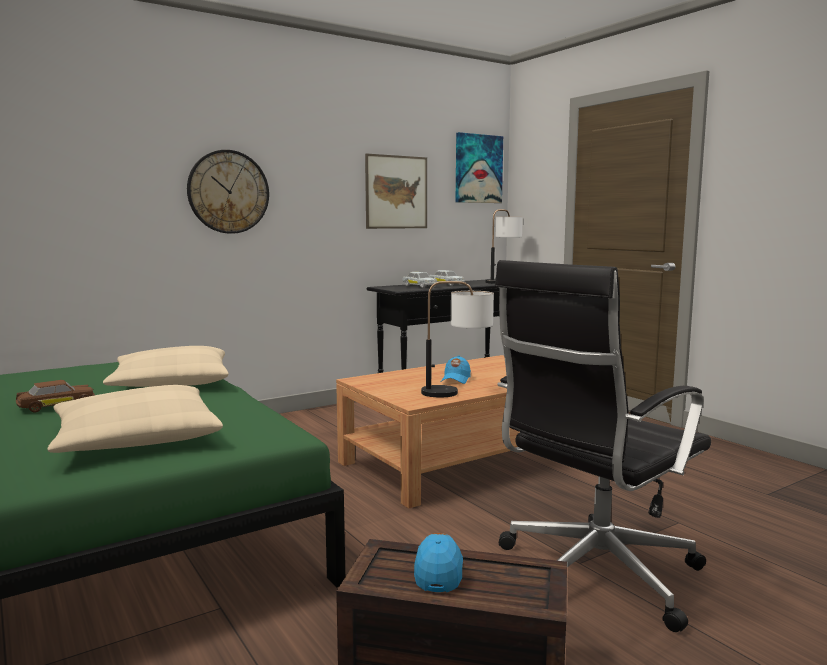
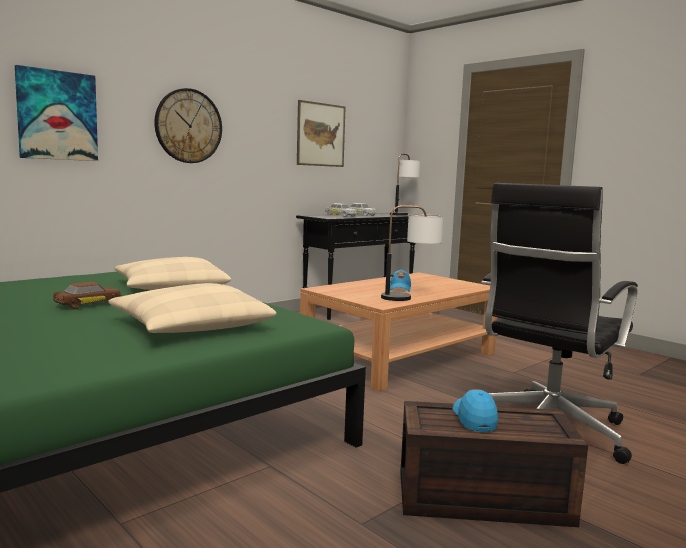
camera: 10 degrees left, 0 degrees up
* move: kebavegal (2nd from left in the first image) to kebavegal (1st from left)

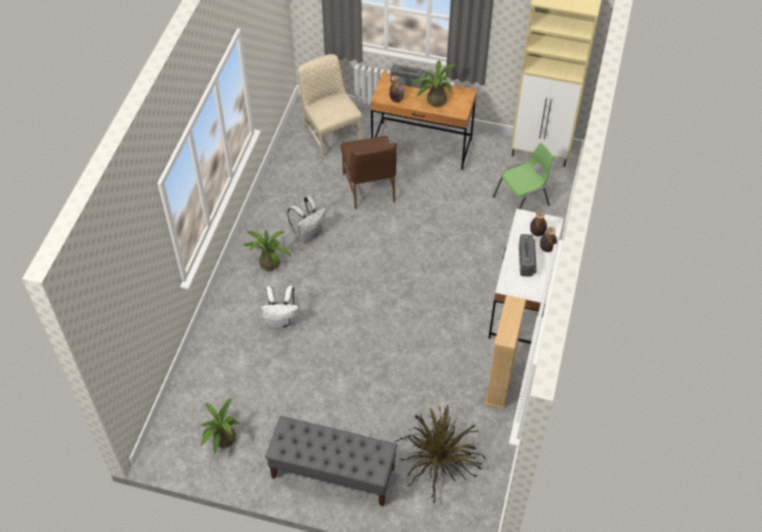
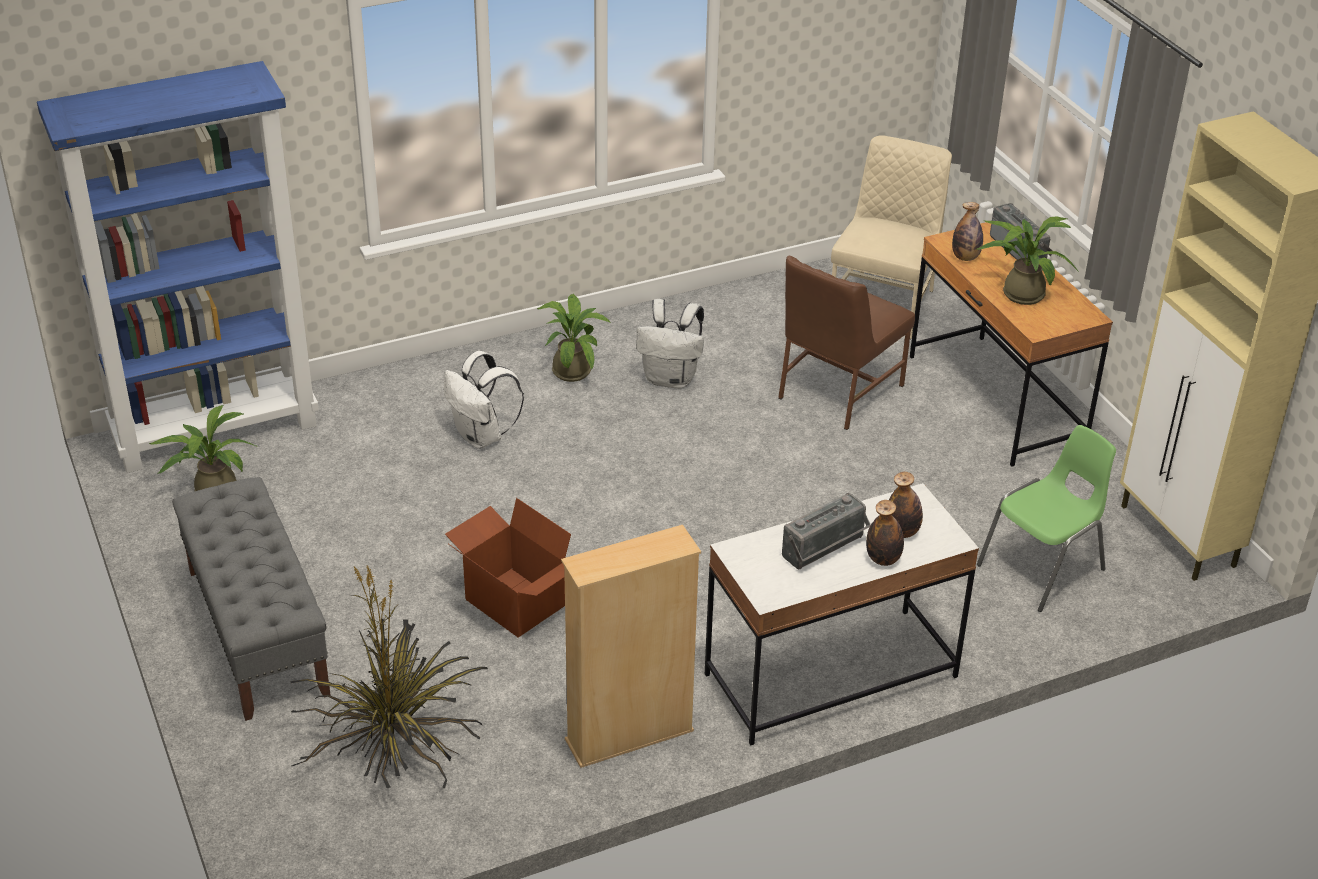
camera: 50 degrees right, 15 degrees down
* insert: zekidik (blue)
* insert: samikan
* rotate: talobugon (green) 60 degrees counterclockwise

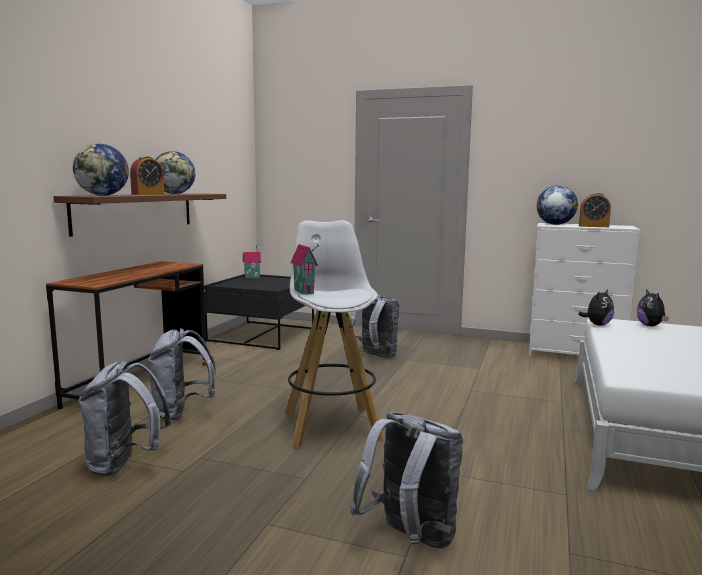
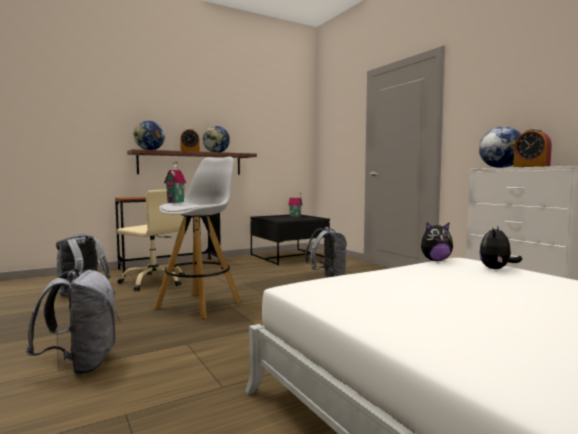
camera: 40 degrees right, 5 degrees down
* replace: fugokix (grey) (2nd from left) to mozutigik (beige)

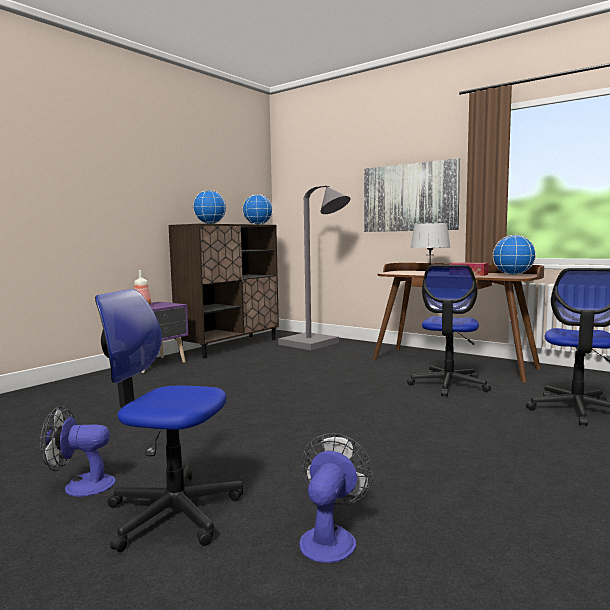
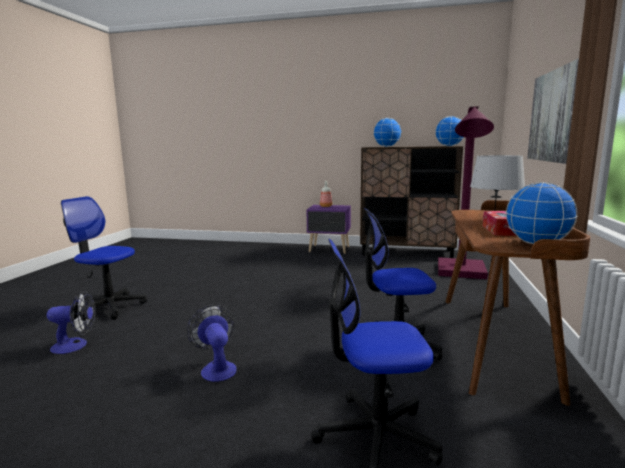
camera: 65 degrees right, 5 degrees up
* rotate: mozutigik (1st from left) 60 degrees counterclockwise
* move: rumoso (1st from left in the first image) to rumoso (2nd from left)
* recolor: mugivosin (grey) to mugivosin (purple)

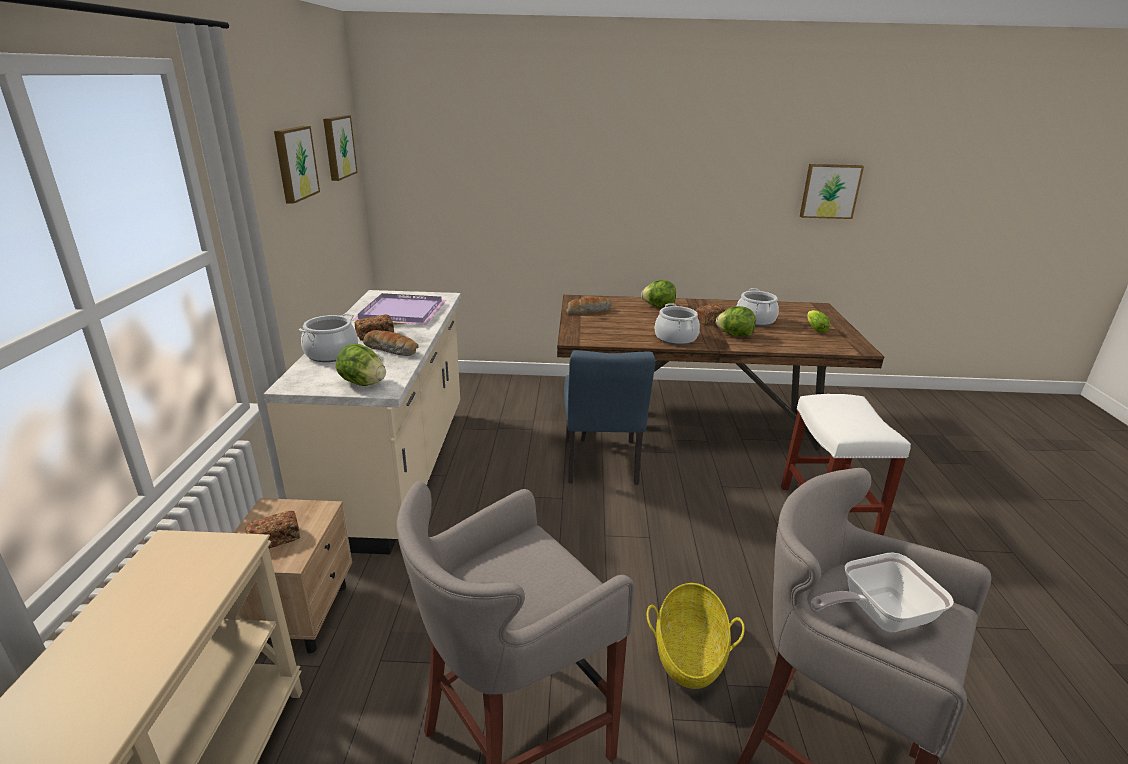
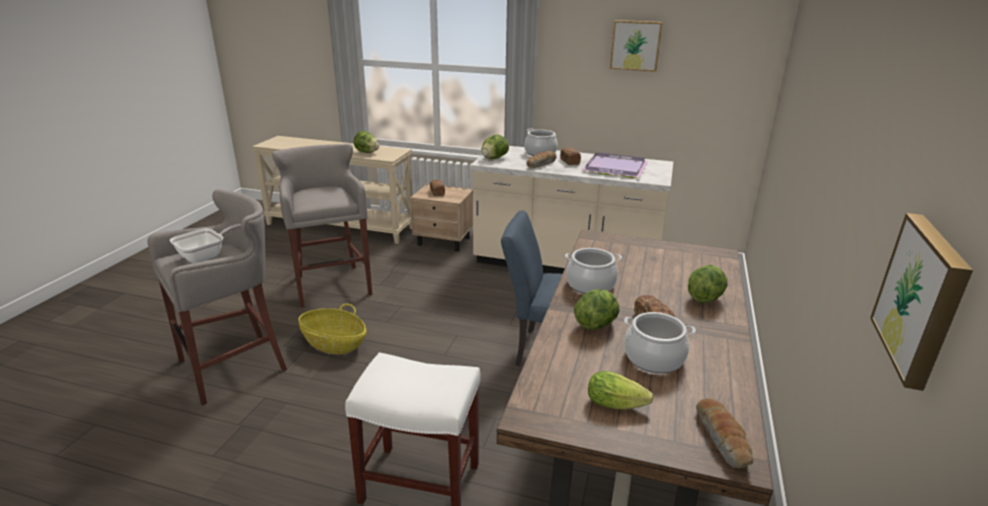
camera: 105 degrees right, 0 degrees up
* rotate: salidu 45 degrees clockwise
* insert: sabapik (1st from left)
* move: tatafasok (4th from left in the first image) to tatafasok (5th from left)
* delete: kebavegal (2nd from left)

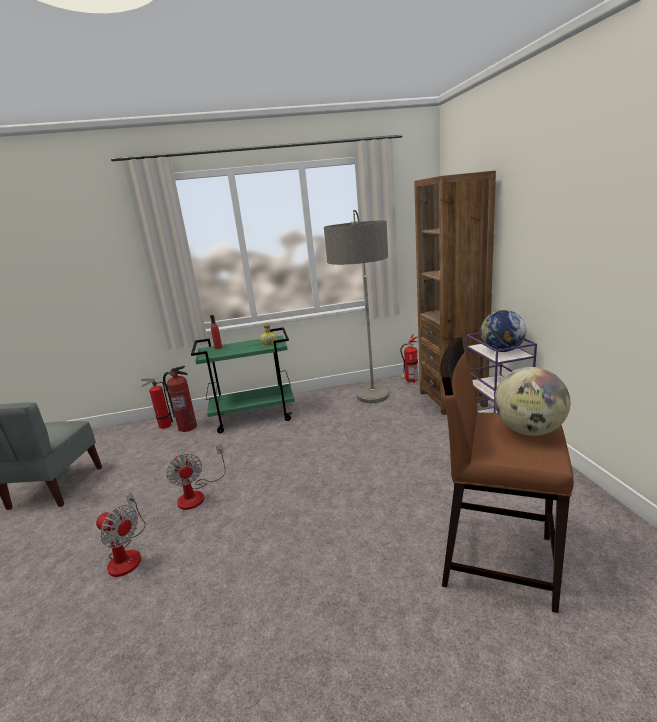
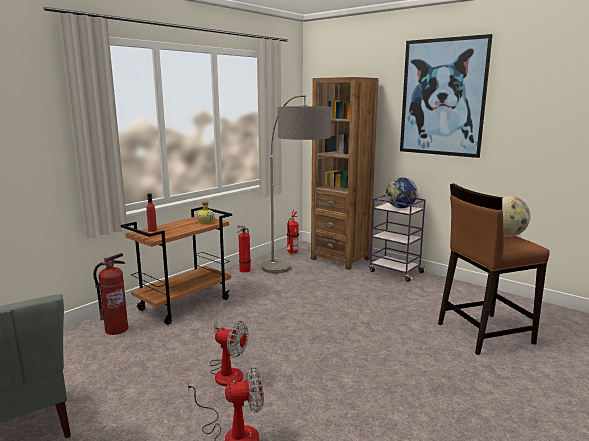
camera: 40 degrees left, 5 degrees down
* recolor: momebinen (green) to momebinen (brown)
* move: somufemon (1st from left in the first image) to somufemon (2nd from left)
* insert: kebavegal

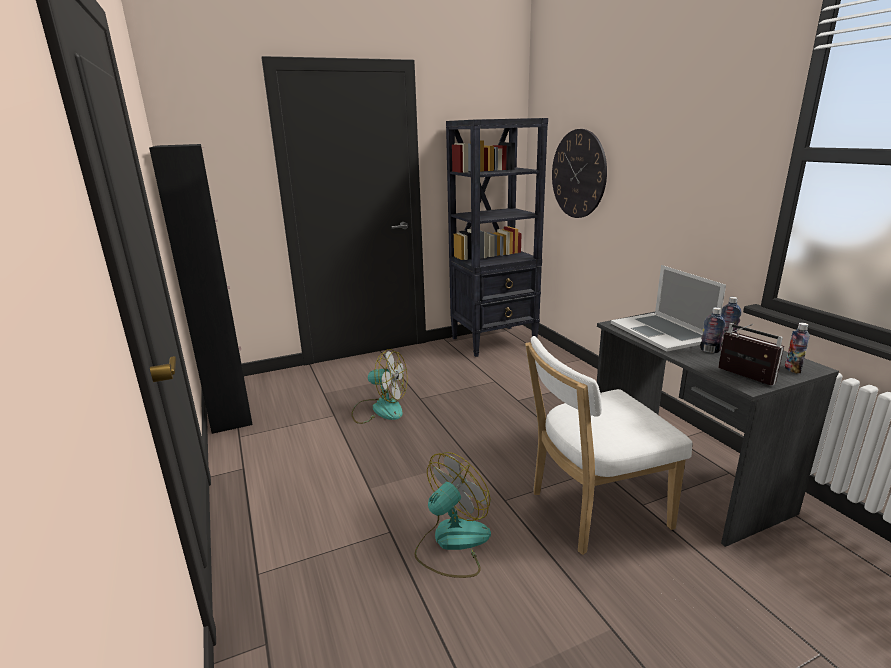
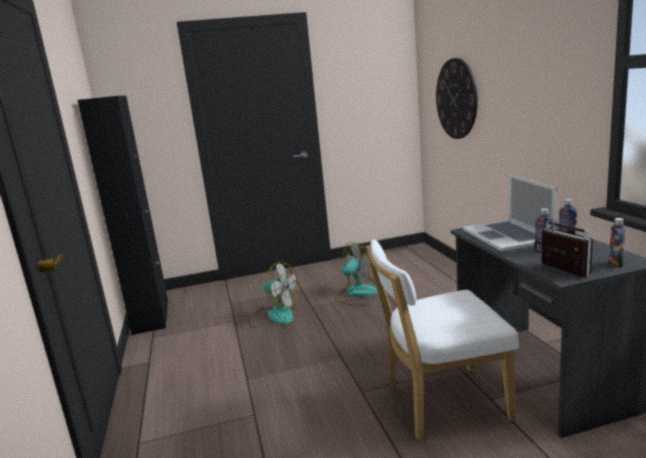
camera: 10 degrees right, 5 degrees down
* move: rumoso (2nd from left)
* delete: zekidik (black)

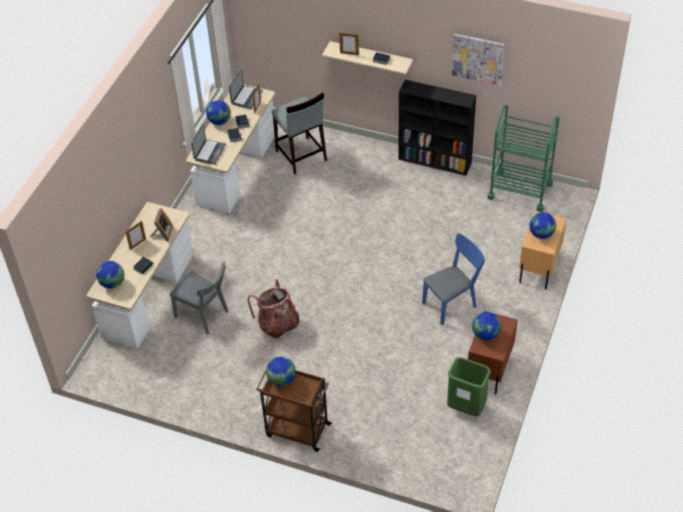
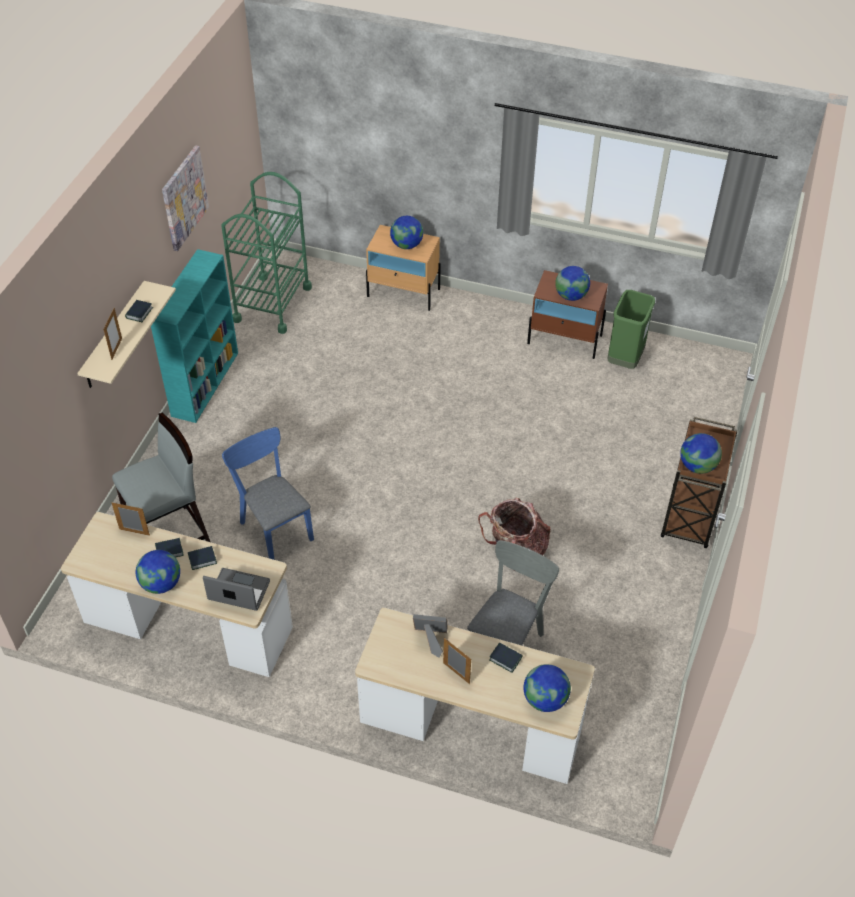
camera: 95 degrees left, 0 degrees up
* recolor: zekidik (black) to zekidik (turquoise)
* move: talobugon (blue)
* delete: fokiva (2nd from left)

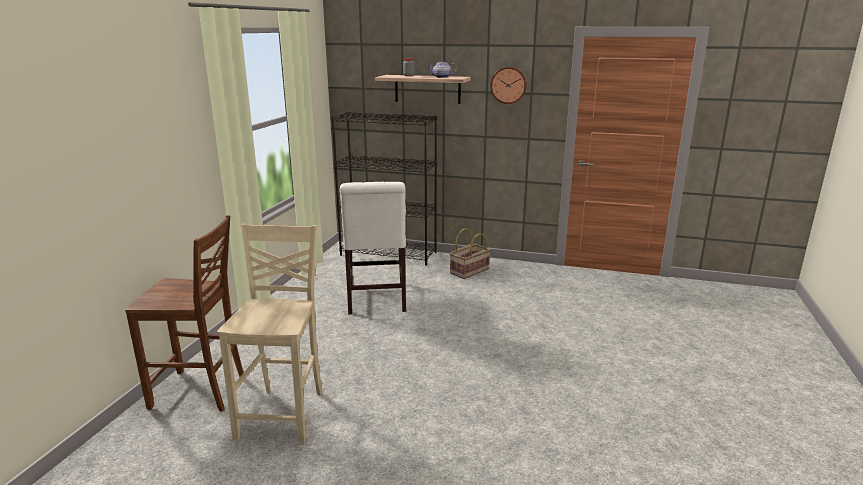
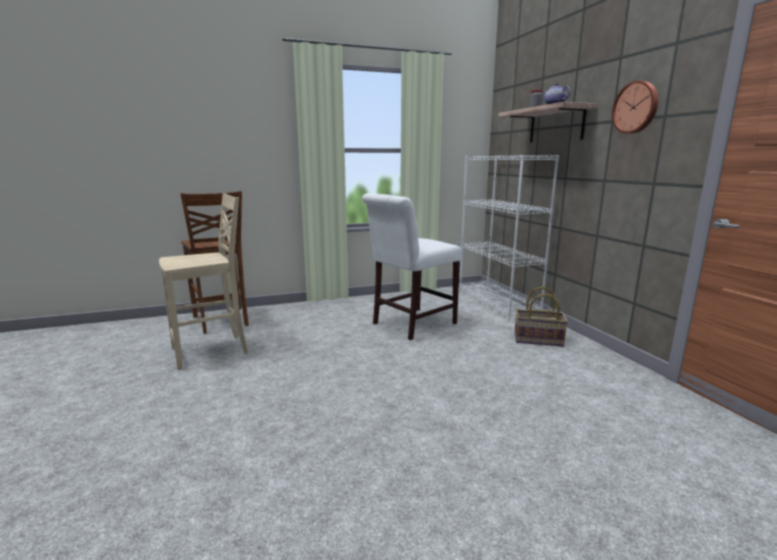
camera: 55 degrees right, 5 degrees down
* recolor: zekidik (black) to zekidik (white)

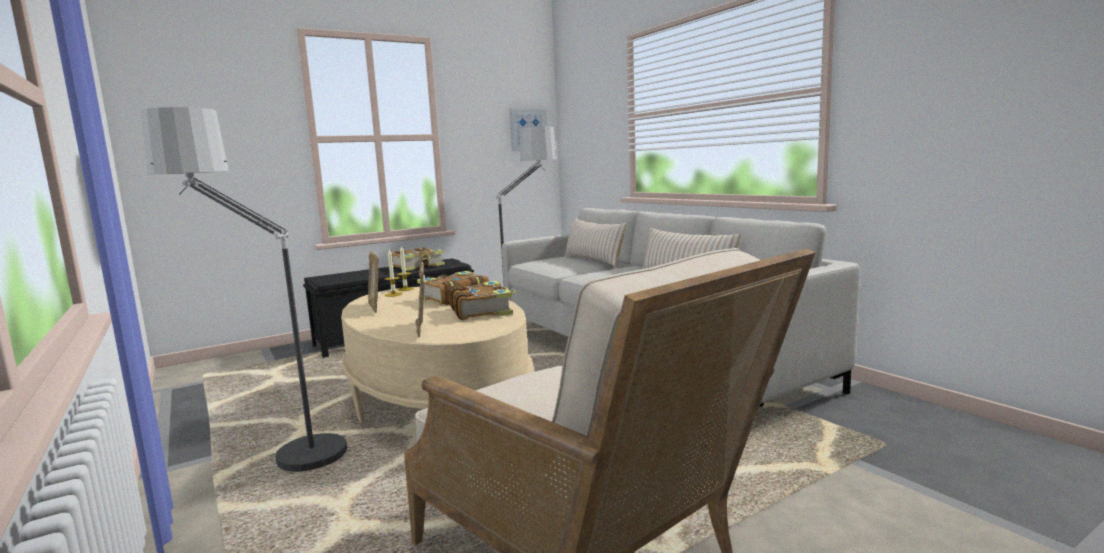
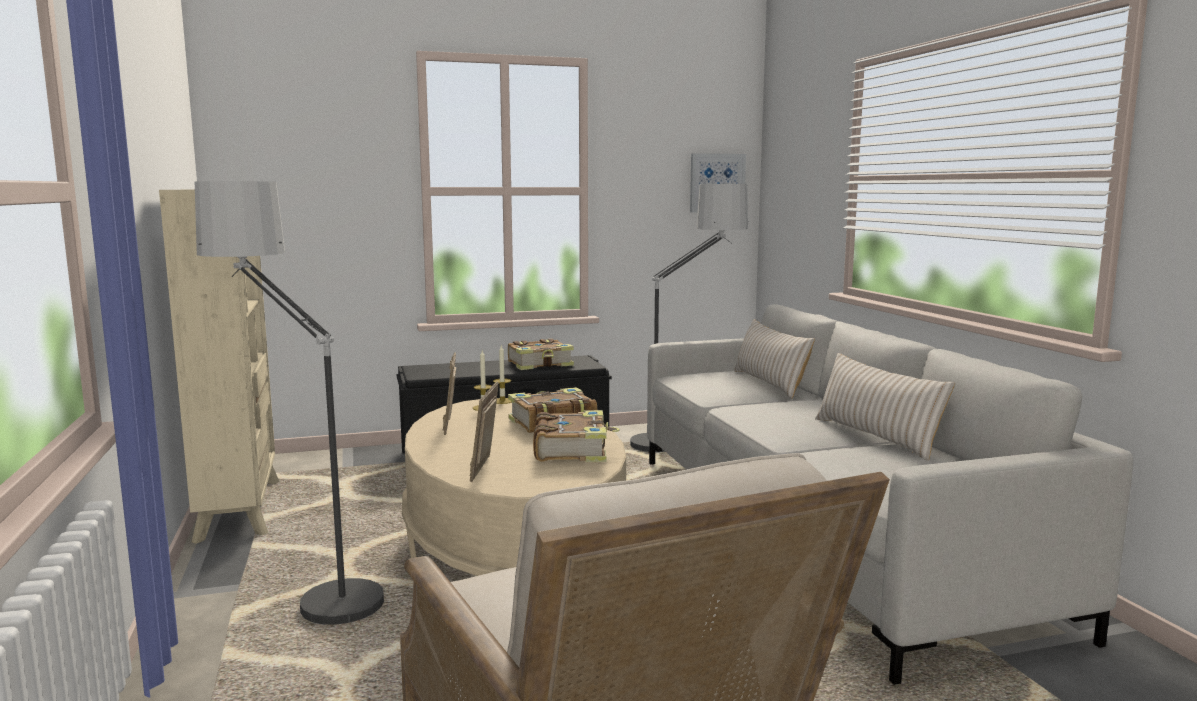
camera: 15 degrees right, 0 degrees up
* insert: zekidik (beige)

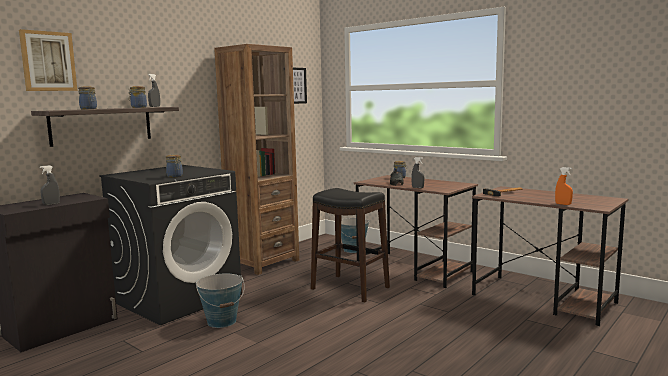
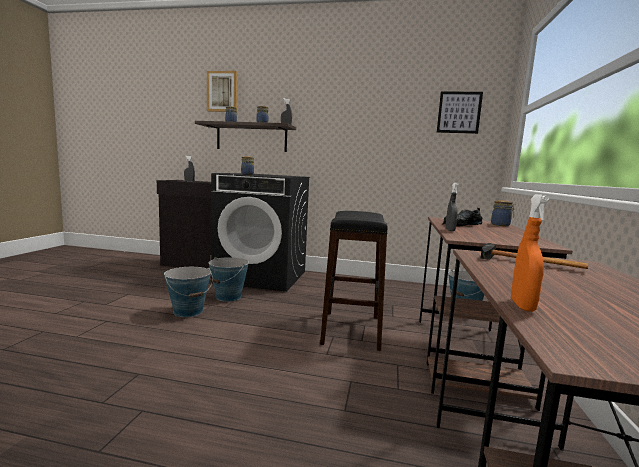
camera: 60 degrees right, 0 degrees up
* insert: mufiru (1st from left)
* delete: zekidik (brown)

